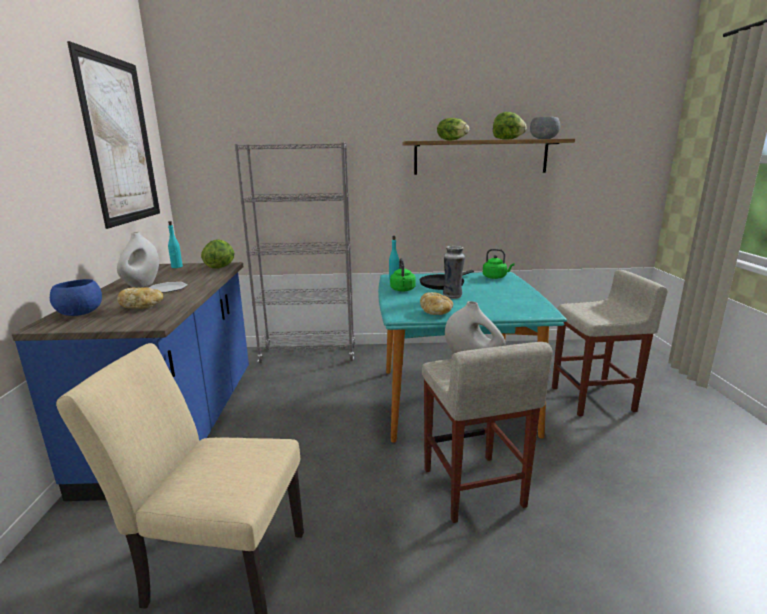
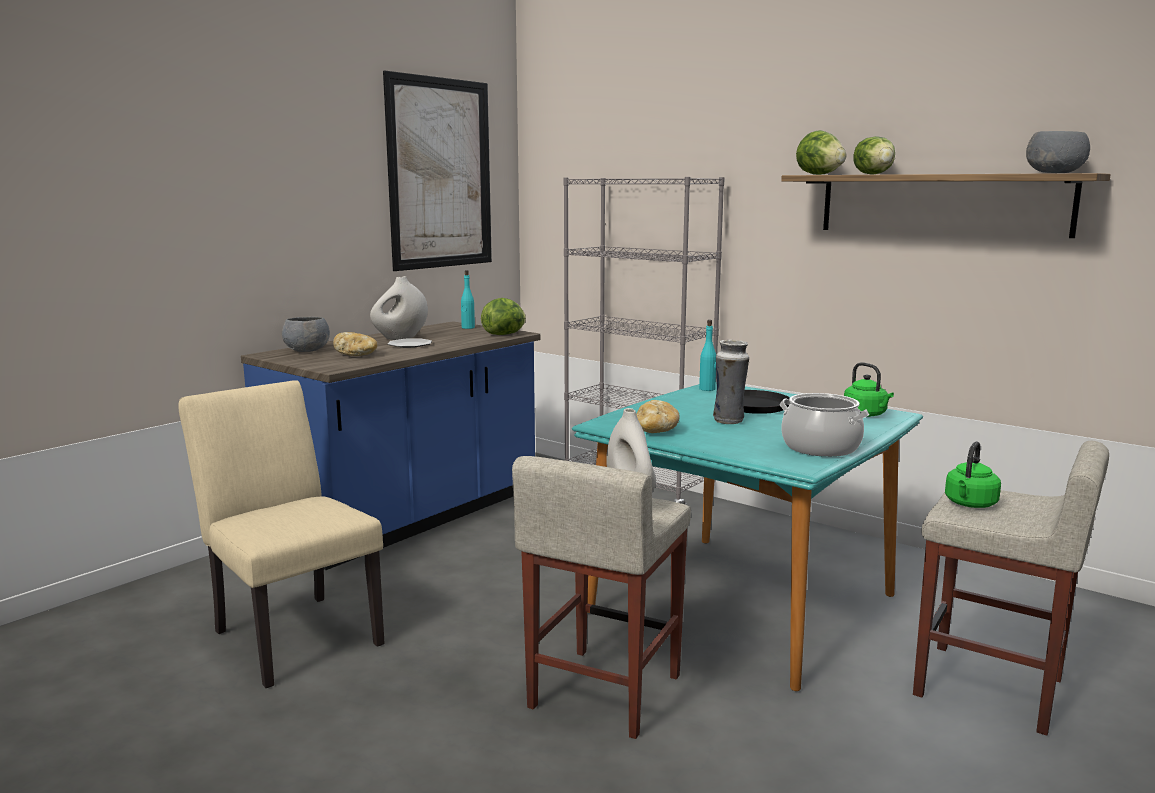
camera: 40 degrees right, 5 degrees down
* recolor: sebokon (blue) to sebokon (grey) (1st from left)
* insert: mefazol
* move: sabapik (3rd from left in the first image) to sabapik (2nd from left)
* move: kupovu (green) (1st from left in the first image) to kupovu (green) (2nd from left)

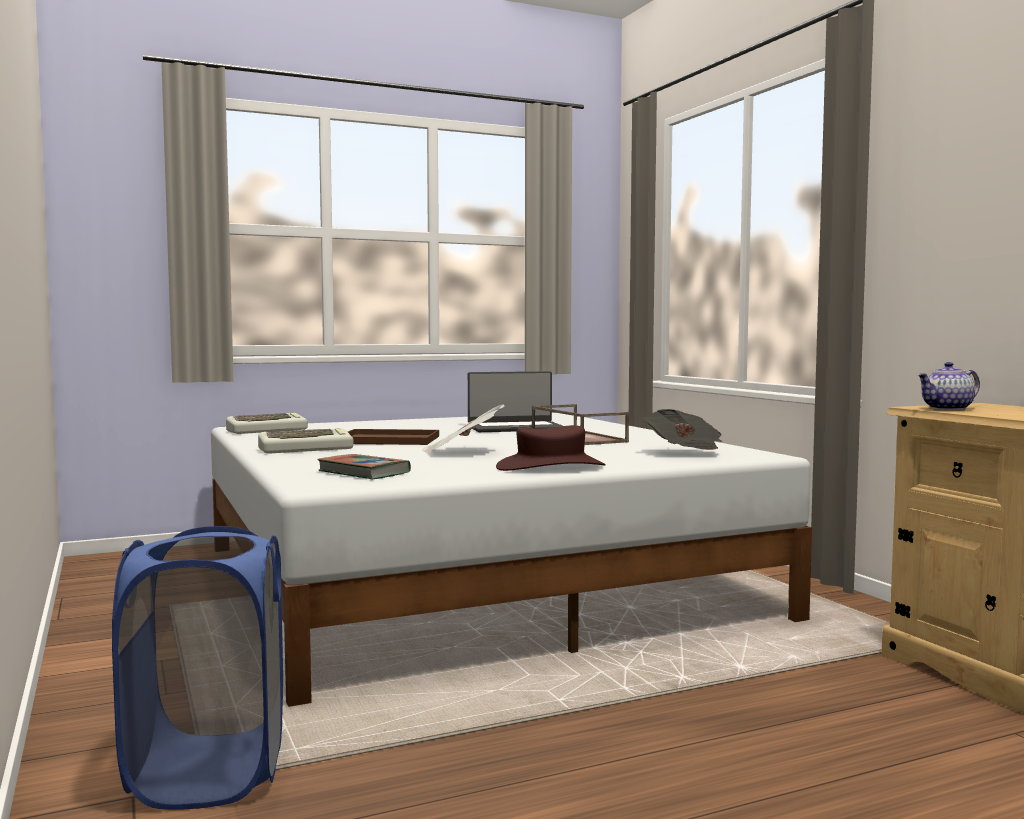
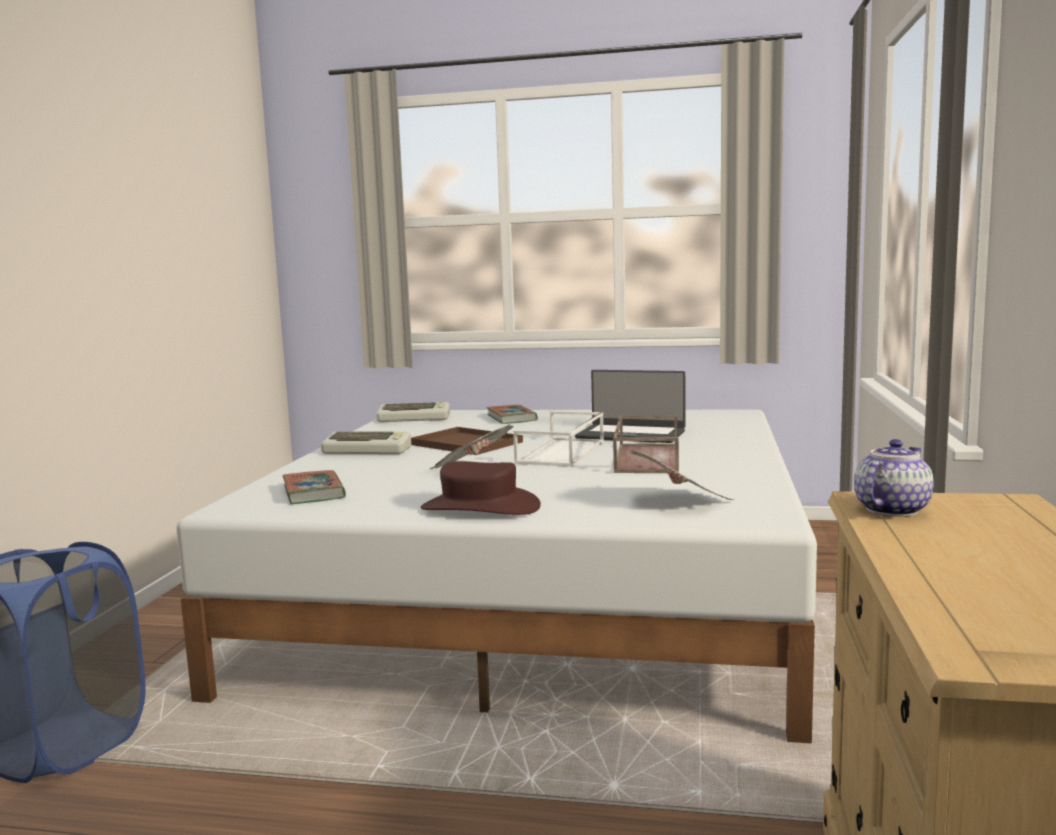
camera: 35 degrees right, 5 degrees up
* insert: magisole (2nd from left)
* insert: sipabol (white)
* rotate: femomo 120 degrees clockwise

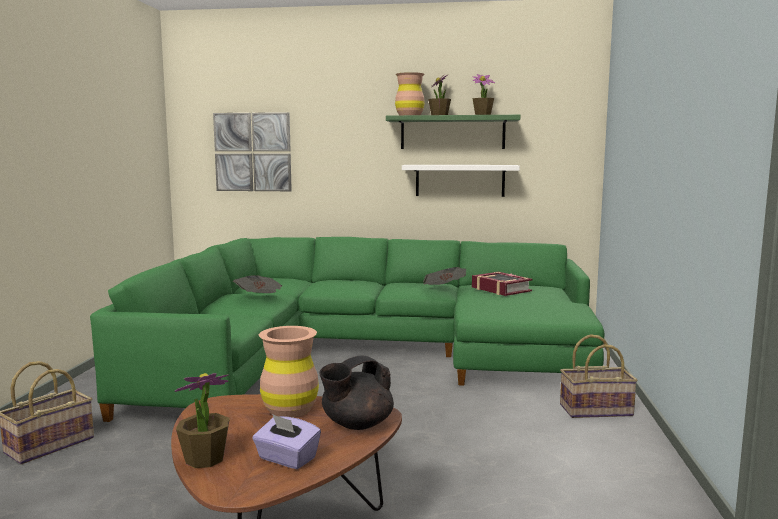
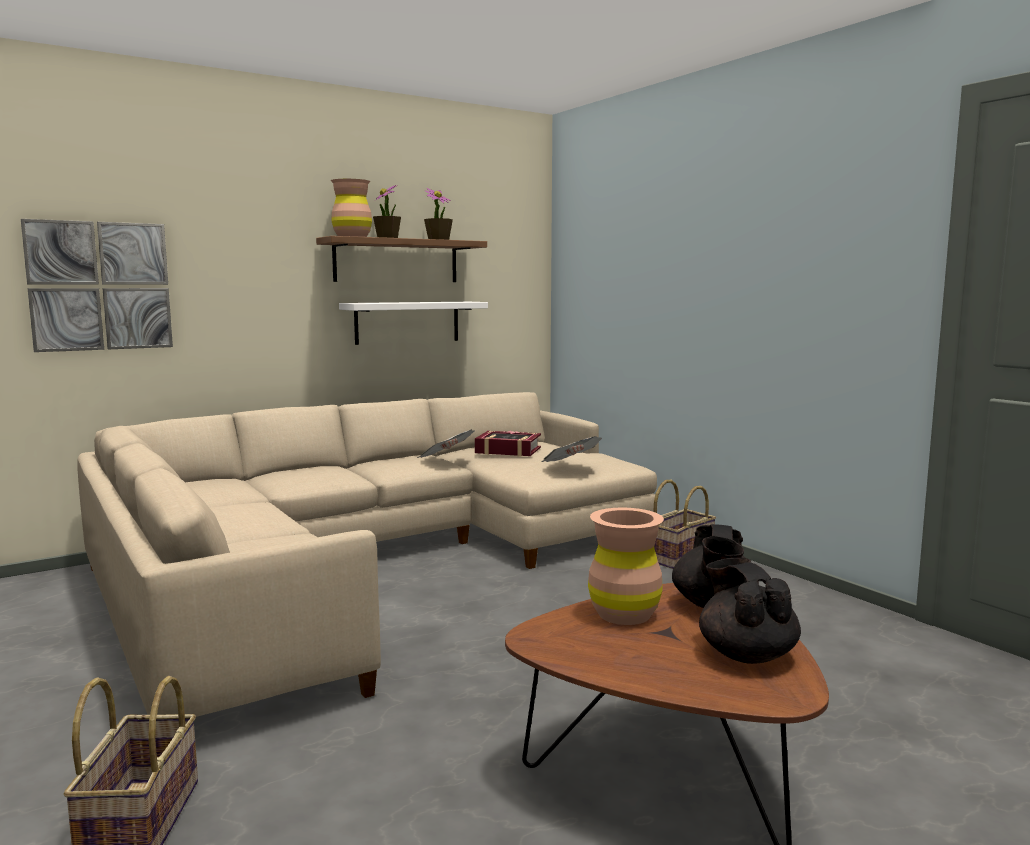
camera: 40 degrees left, 0 degrees up
* recolor: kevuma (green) to kevuma (beige)
* recolor: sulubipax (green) to sulubipax (brown)
* move: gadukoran (1st from left in the first image) to gadukoran (2nd from left)
* replace: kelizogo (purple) to femomo (black) (2nd from left)
* delete: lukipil (1st from left)

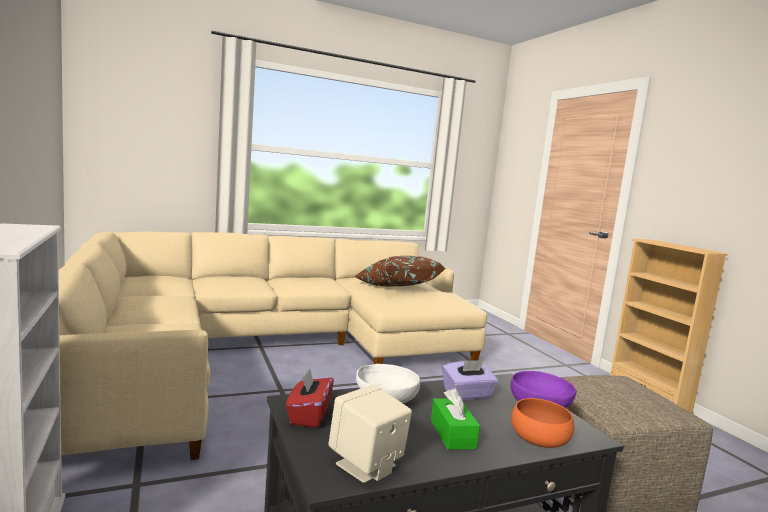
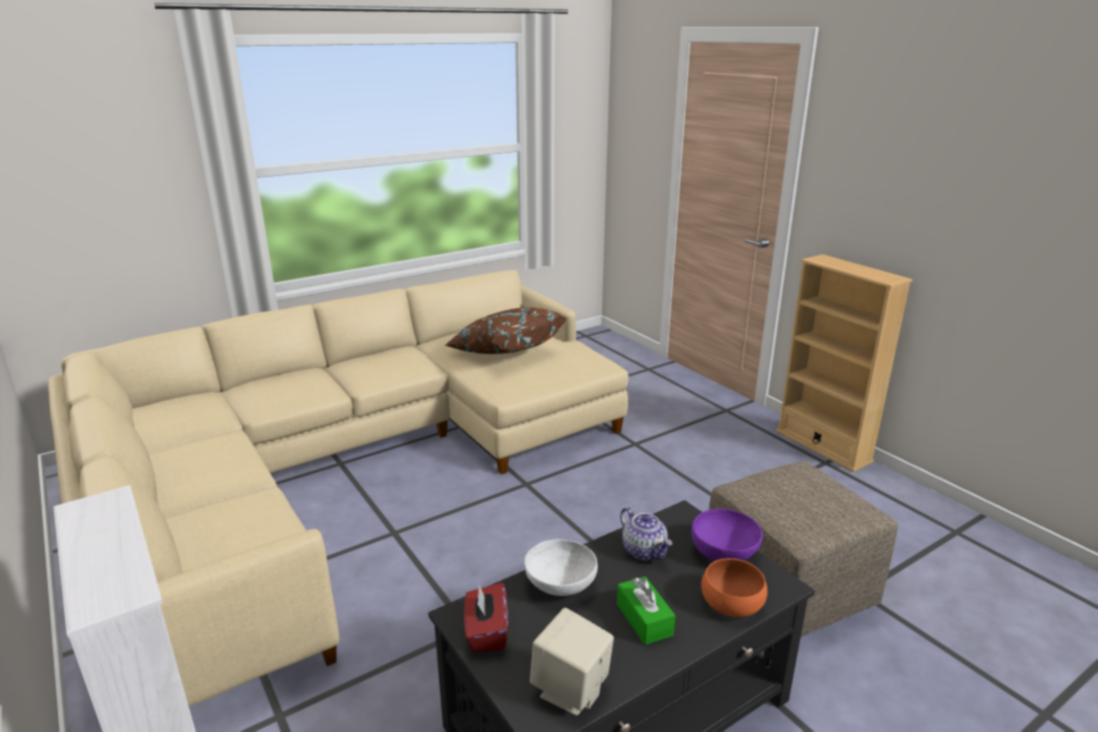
camera: 10 degrees left, 15 degrees up
* replace: kelizogo (purple) to femomo

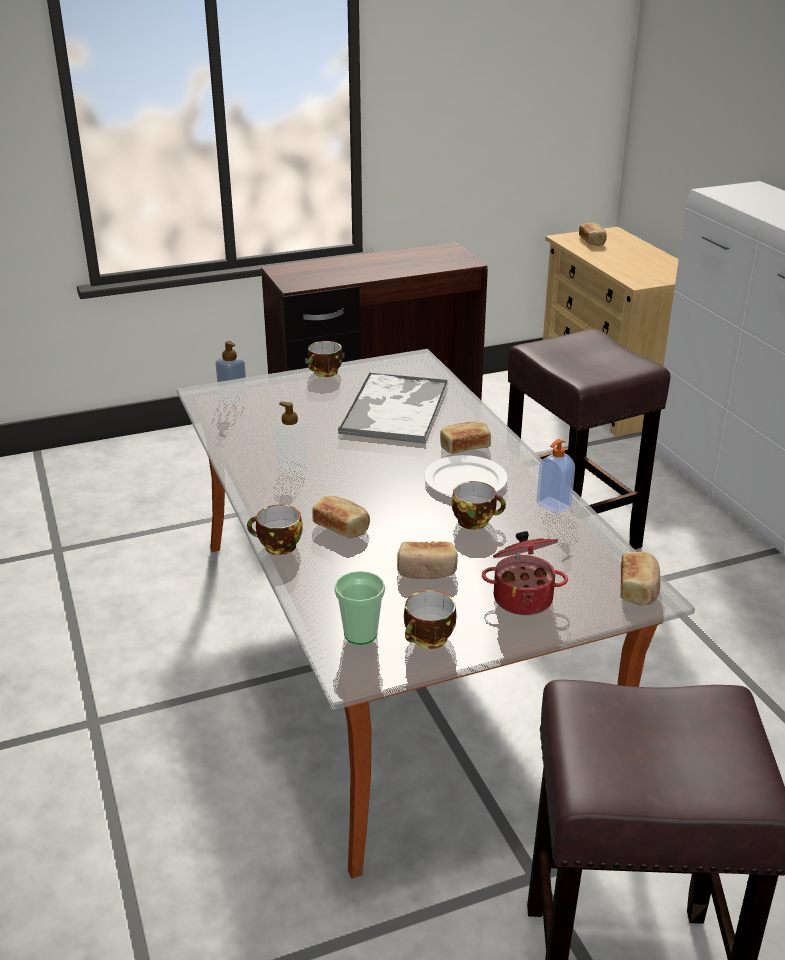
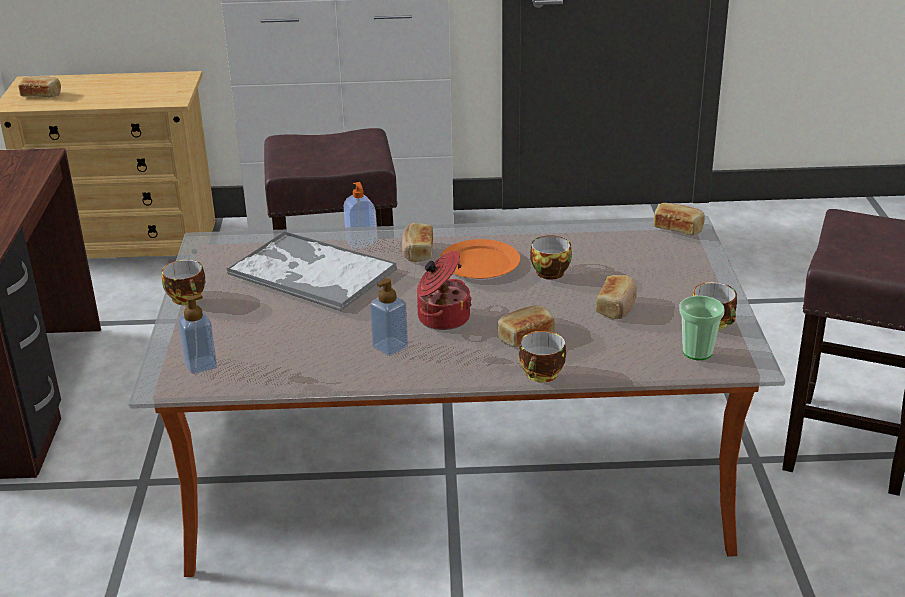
camera: 70 degrees left, 0 degrees up
* move: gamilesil (3rd from left in the first image) to gamilesil (2nd from left)
* move: mefazol
* recolor: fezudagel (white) to fezudagel (orange)

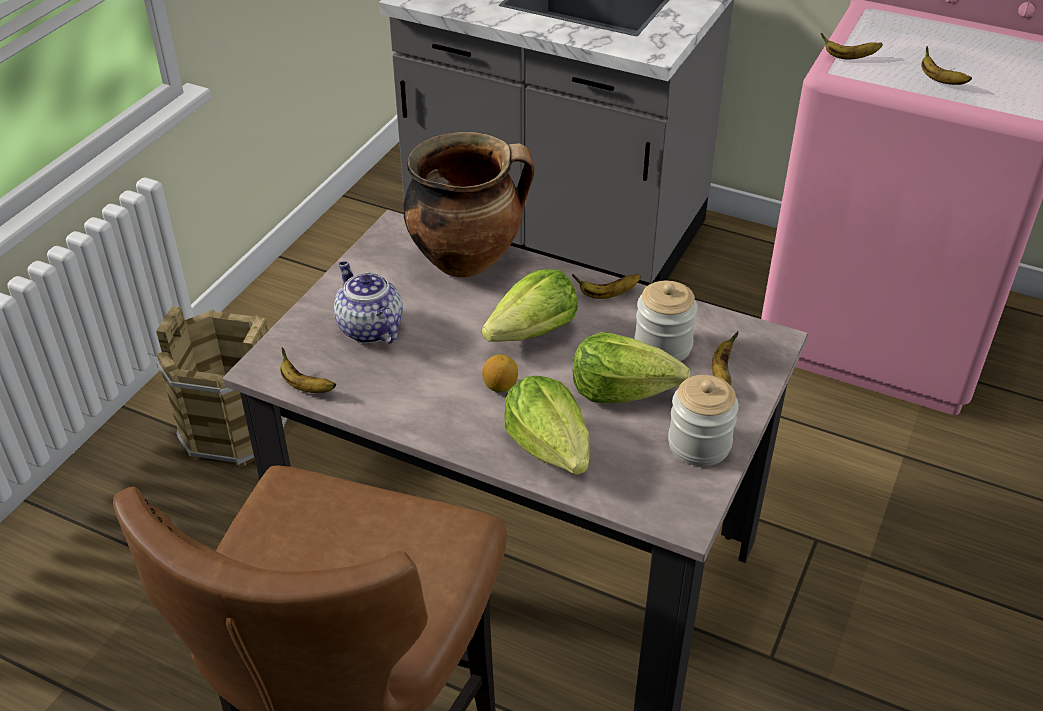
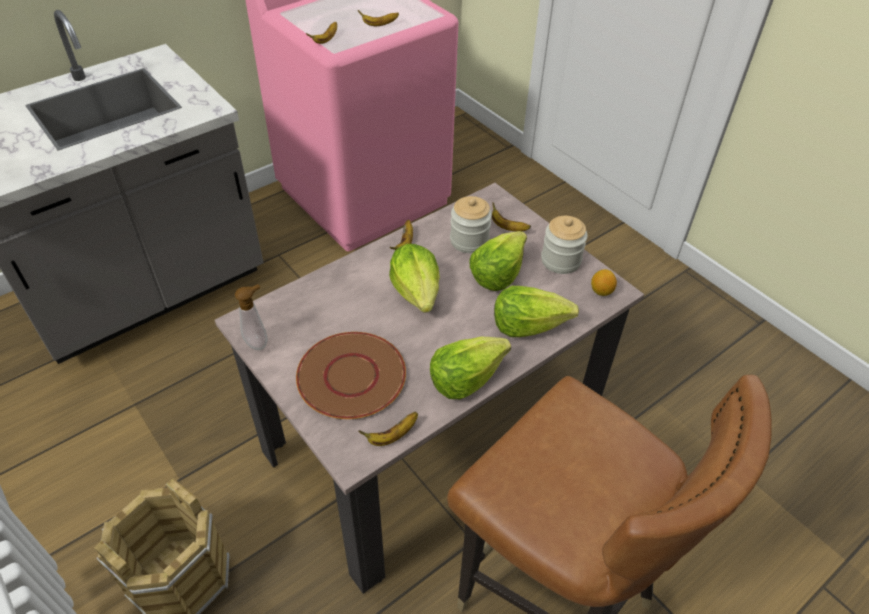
camera: 65 degrees left, 5 degrees up
* insert: gamilesil
* replace: femomo to fezudagel (brown)
* insert: sabapik (2nd from left)
* move: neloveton
* delete: mefazol

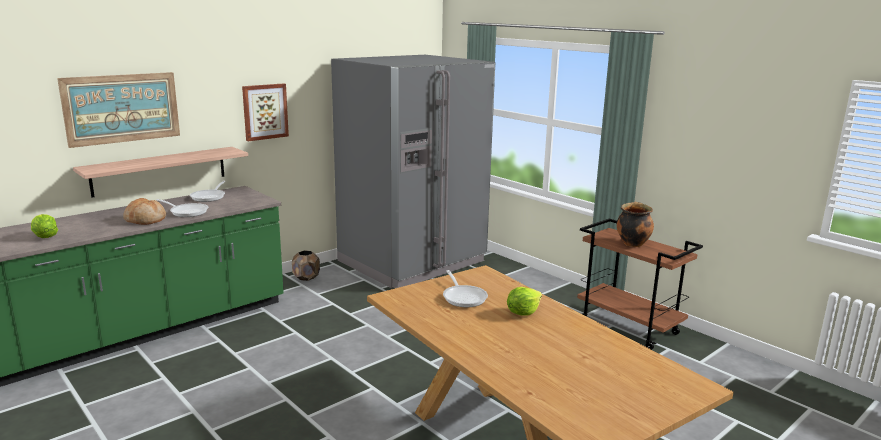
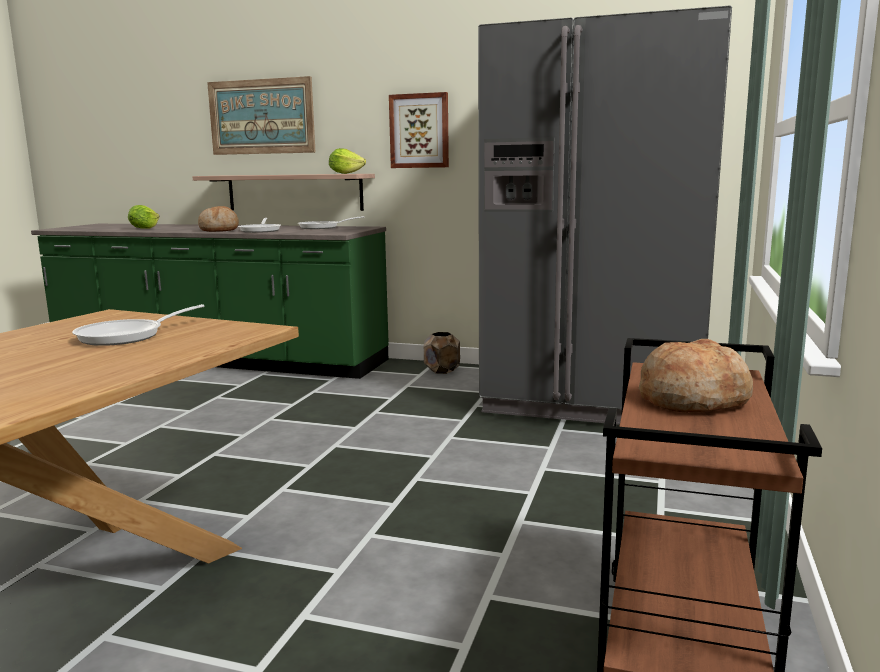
camera: 60 degrees right, 5 degrees down
* move: sabapik (2nd from left)
* replace: mefazol to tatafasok (2nd from left)

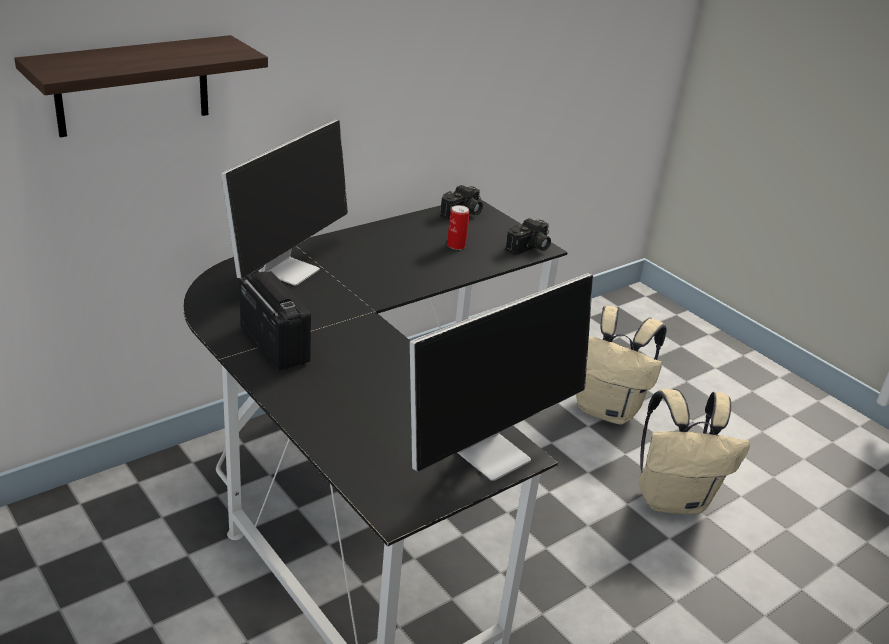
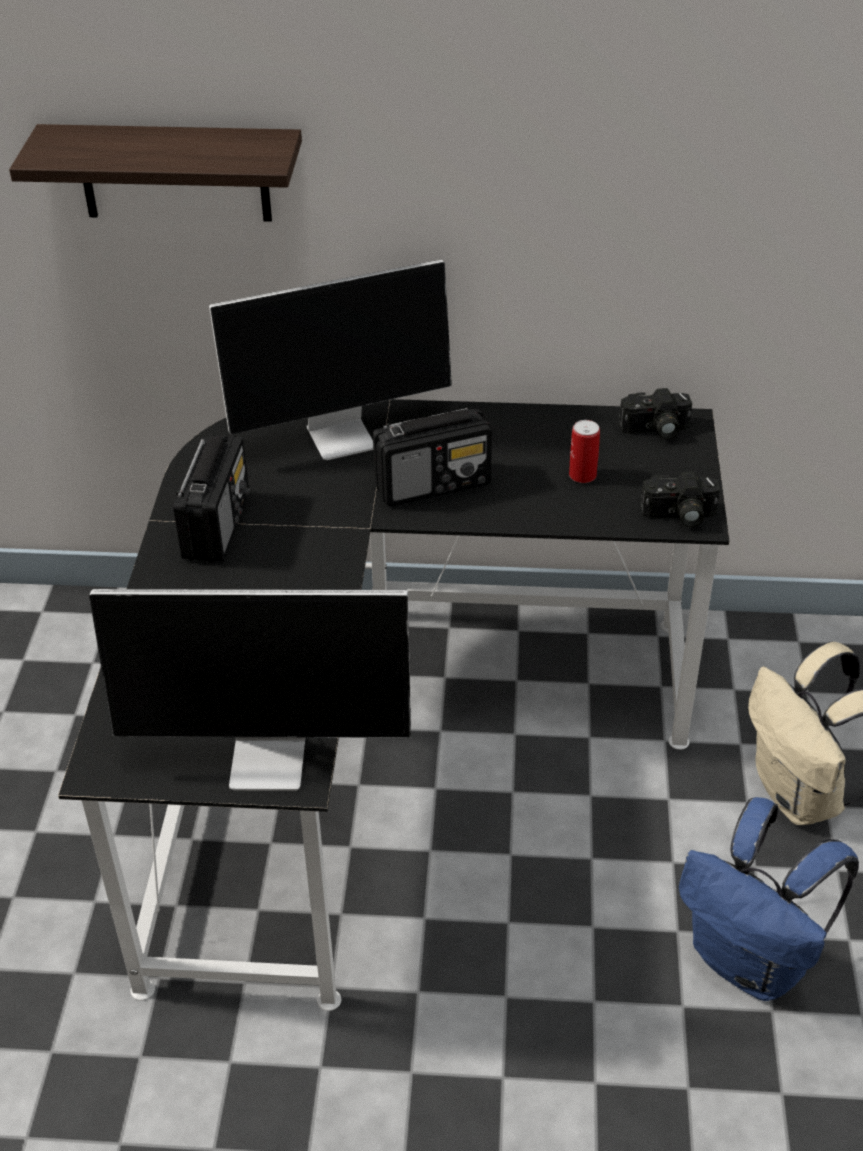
camera: 45 degrees right, 10 degrees up
* insert: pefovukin (2nd from left)
* recolor: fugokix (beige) (2nd from left) to fugokix (blue)

